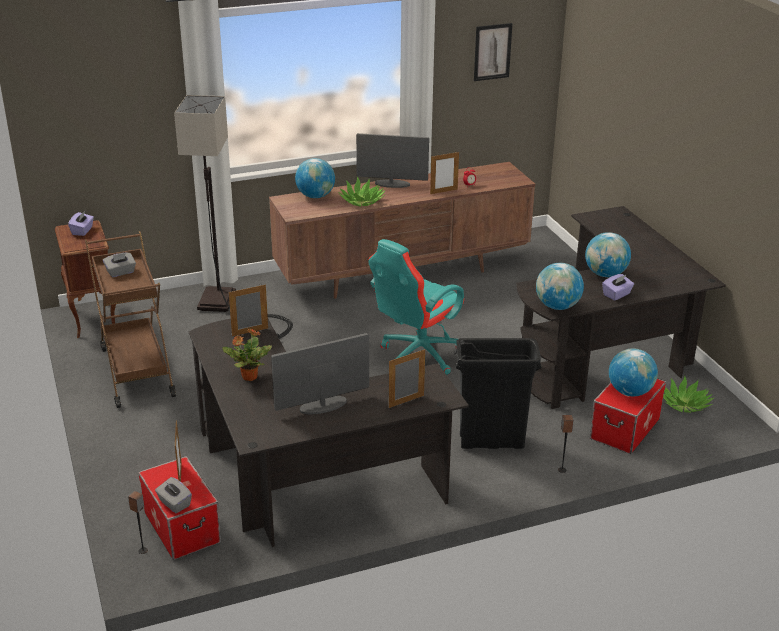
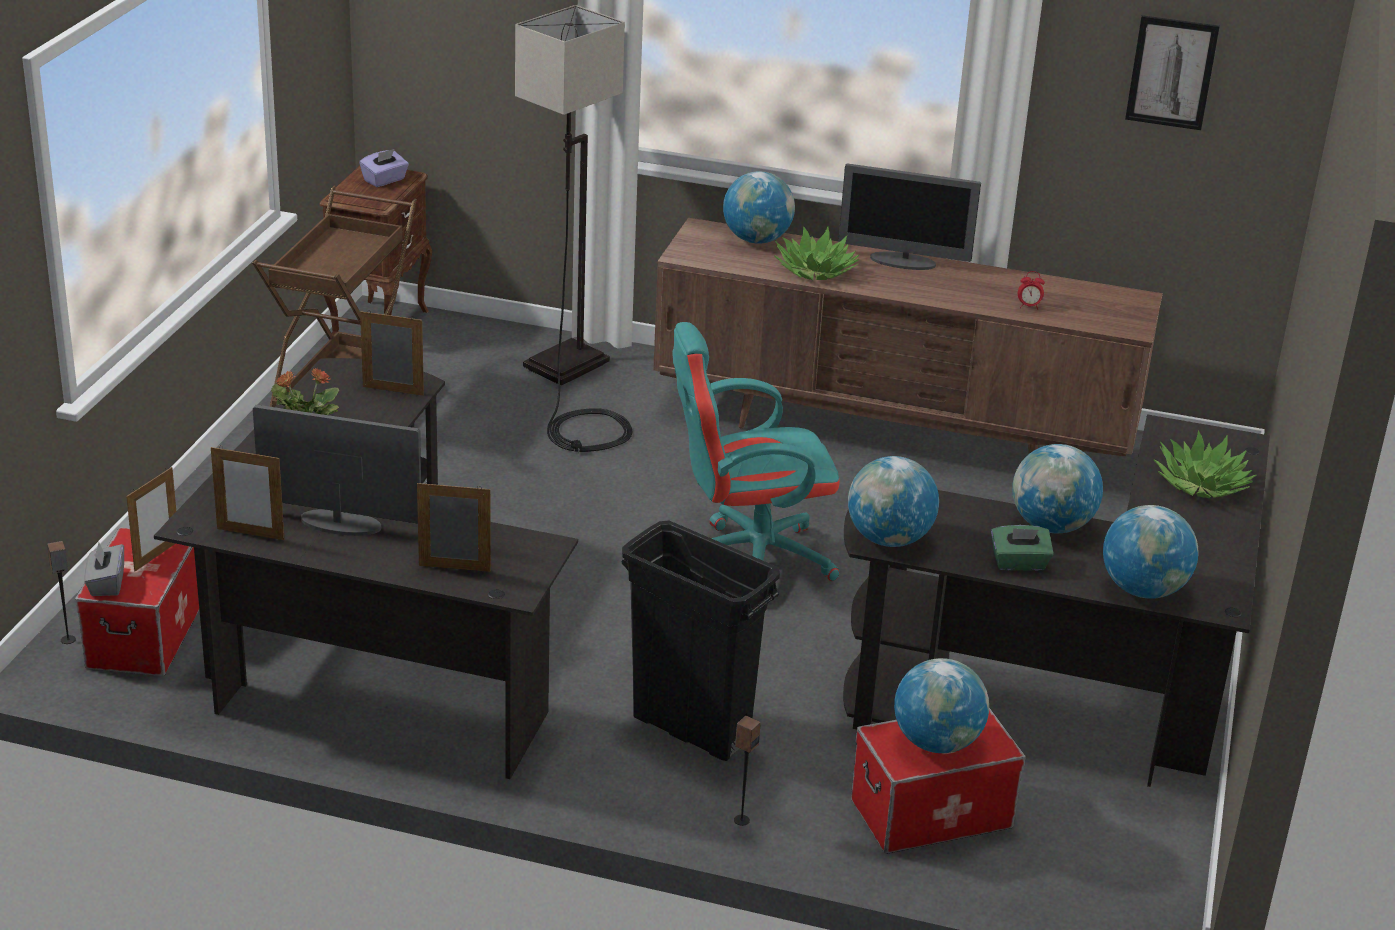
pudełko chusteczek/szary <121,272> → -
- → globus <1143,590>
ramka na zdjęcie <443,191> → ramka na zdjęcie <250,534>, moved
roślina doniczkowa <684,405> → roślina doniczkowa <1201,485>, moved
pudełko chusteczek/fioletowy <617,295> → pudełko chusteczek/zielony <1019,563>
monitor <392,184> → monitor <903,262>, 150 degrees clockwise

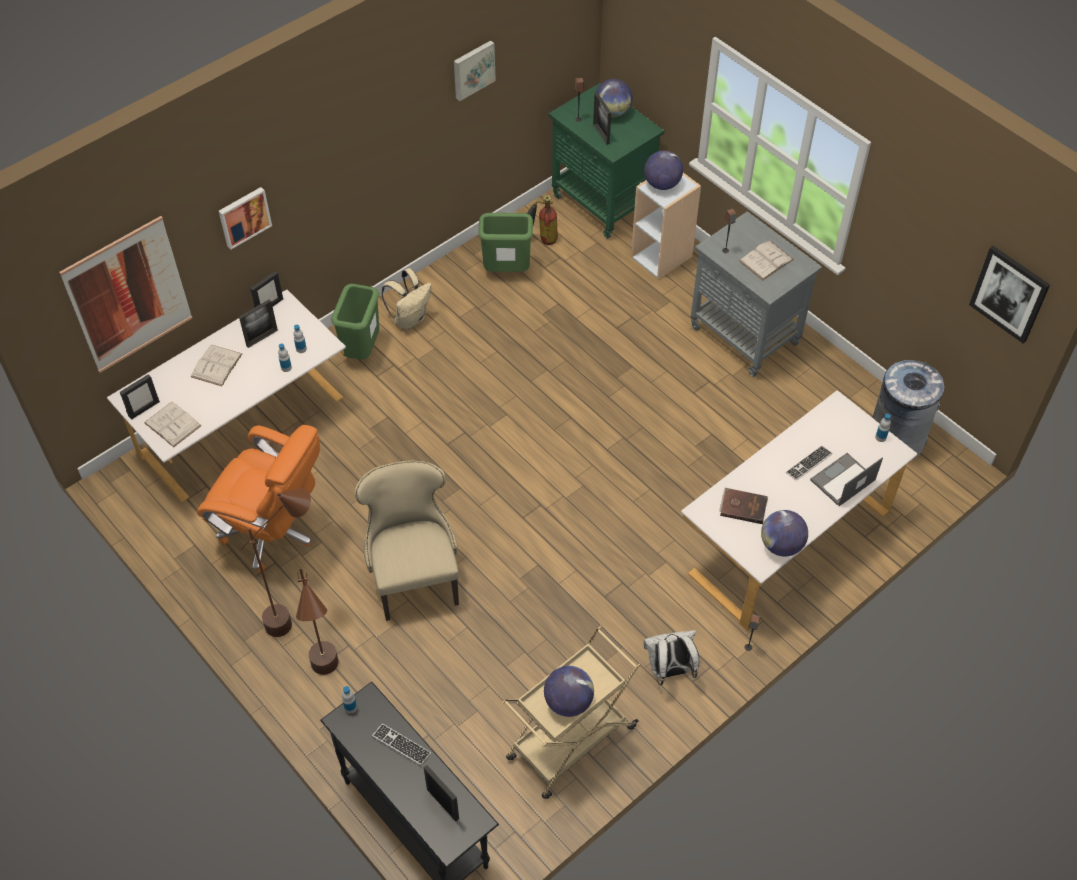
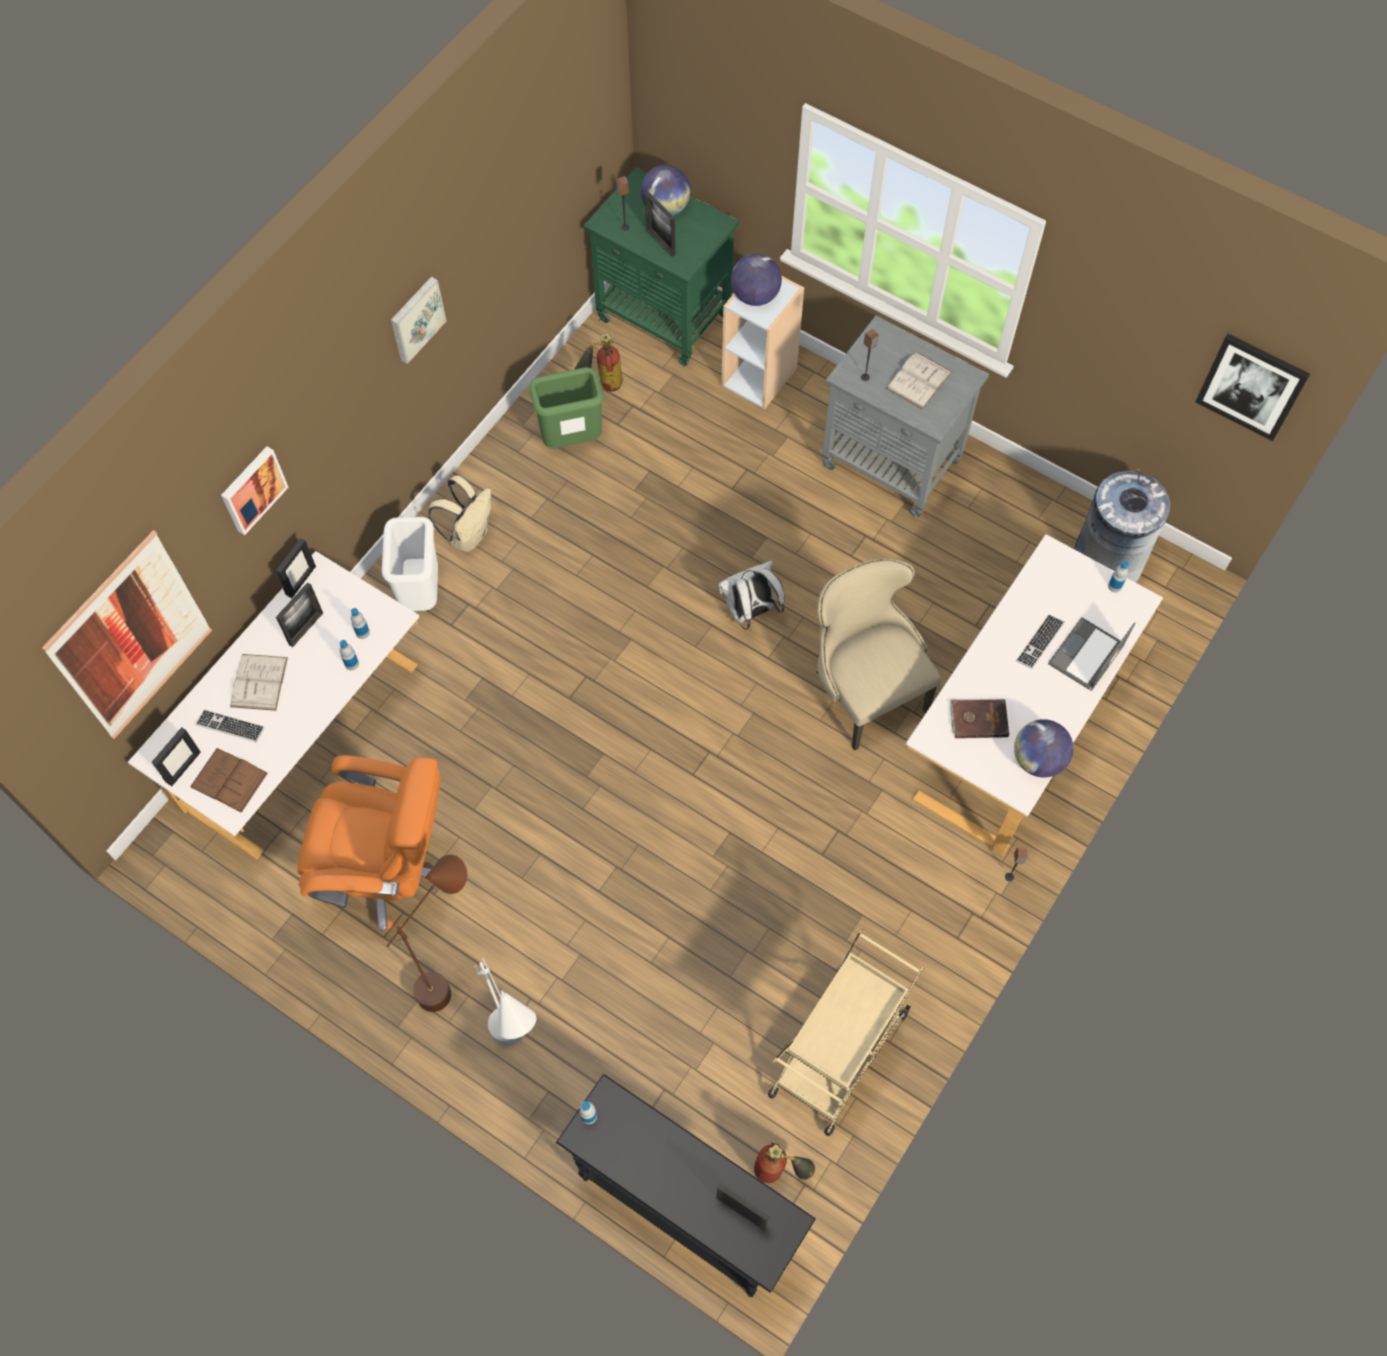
globus <568,702> → -
- → gaśnica <779,1171>
krzesło/beżowy <414,576> → krzesło/beżowy <864,690>, moved
klawiatura <401,745> → klawiatura <230,726>, moved
obraz <473,69> → obraz <416,318>, moved
plecak/biały <669,671> → plecak/biały <750,612>, moved
książka/biały <172,424> → książka/brązowy <229,780>
lampa stojąca/brązowy <330,682> → lampa stojąca/biały <522,1053>
kosz na śmieci/zielony <361,350> → kosz na śmieci/biały <420,593>

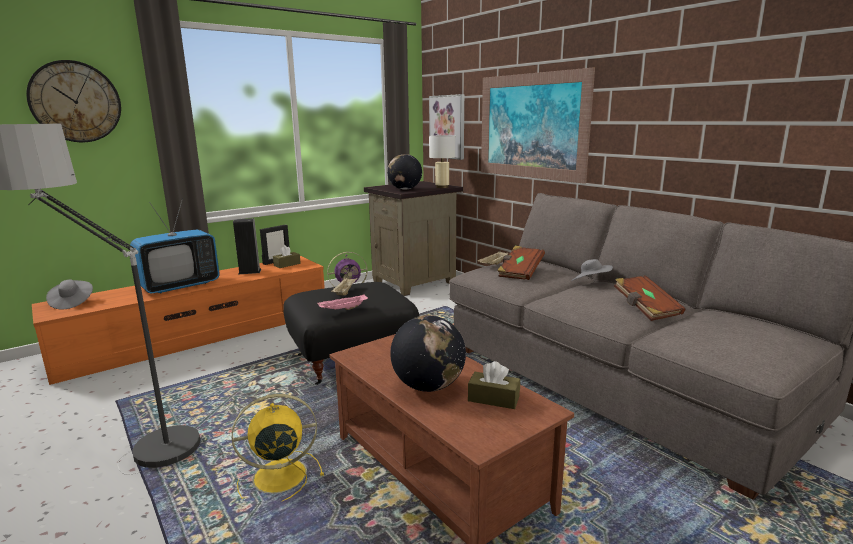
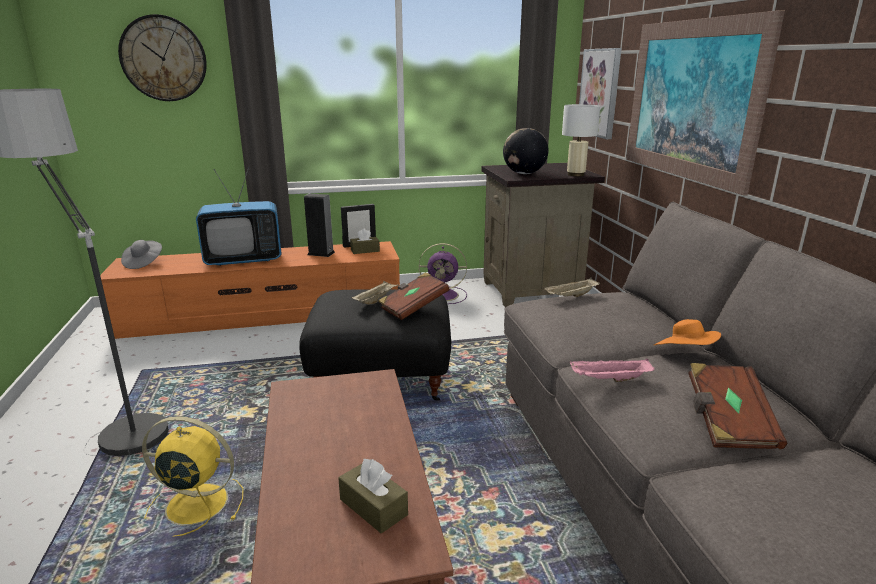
globus <428,386> → -
taca/różowy <343,309> → taca/różowy <609,380>, moved
książka/brązowy <520,273> → książka/brązowy <413,308>, moved
kapelusz/szary <590,283> → kapelusz/pomarańczowy <685,354>

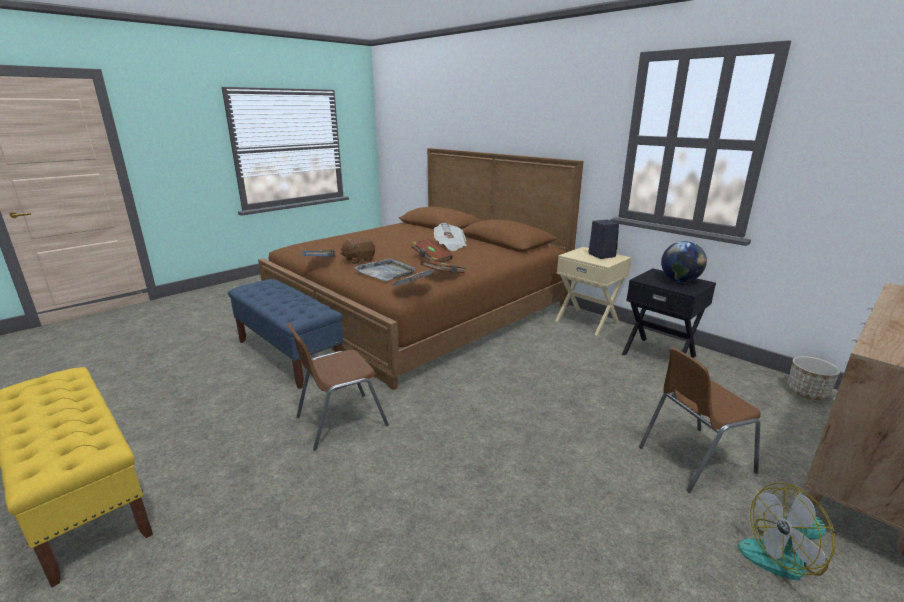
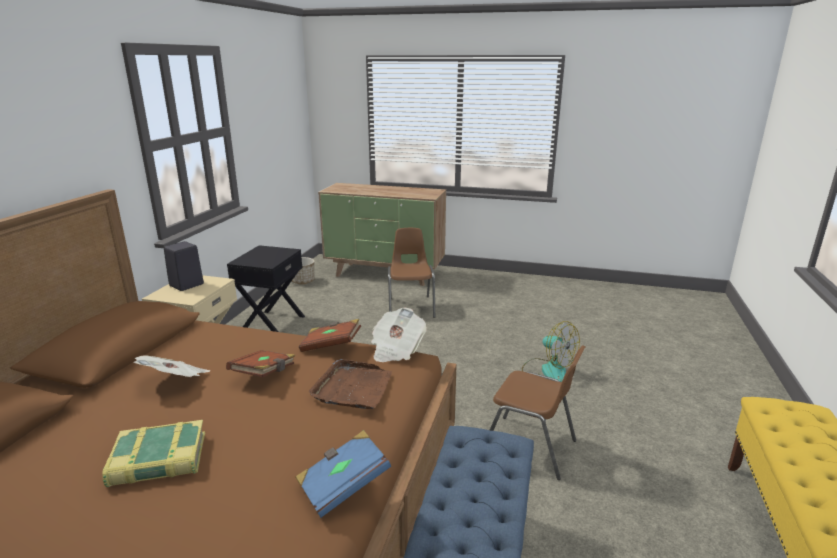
pluszak/brązowy <358,260> → -
globus <679,280> → -
- → książka <158,461>
wentylator <783,556> → wentylator <547,370>, moved
taca/szary <386,272> → taca/brązowy <353,388>
krzesło/brązowy <693,459> → krzesło/brązowy <411,307>, 135 degrees counterclockwise

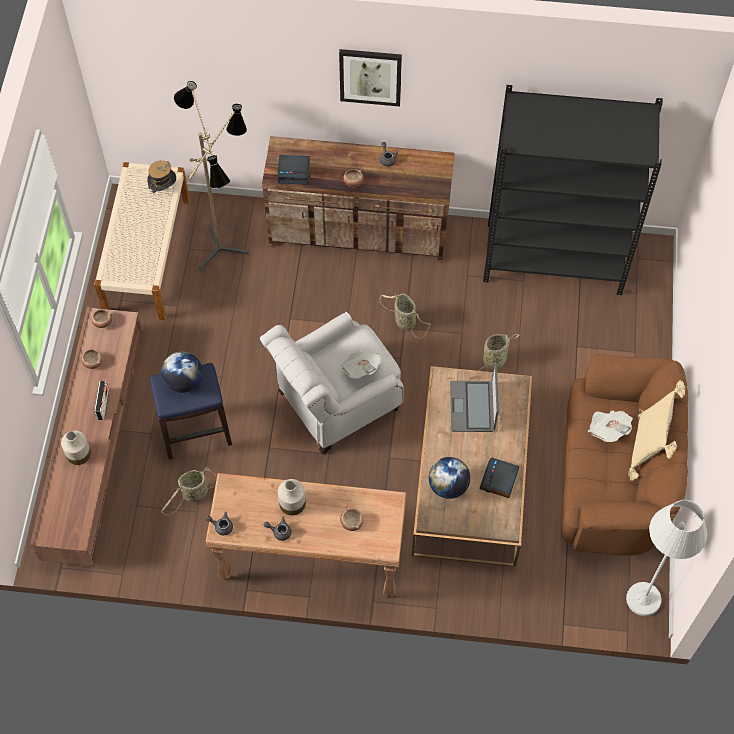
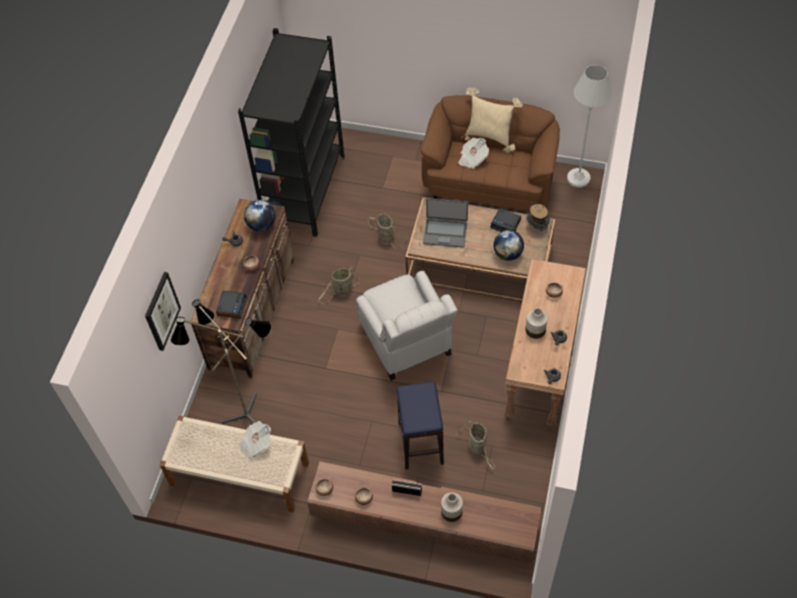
kapelusz <163,188> → kapelusz <537,227>, moved
globus <184,381> → globus <261,225>, moved
obraz <370,76> → obraz <161,311>, moved
gazeta <361,368> → gazeta <255,444>, moved

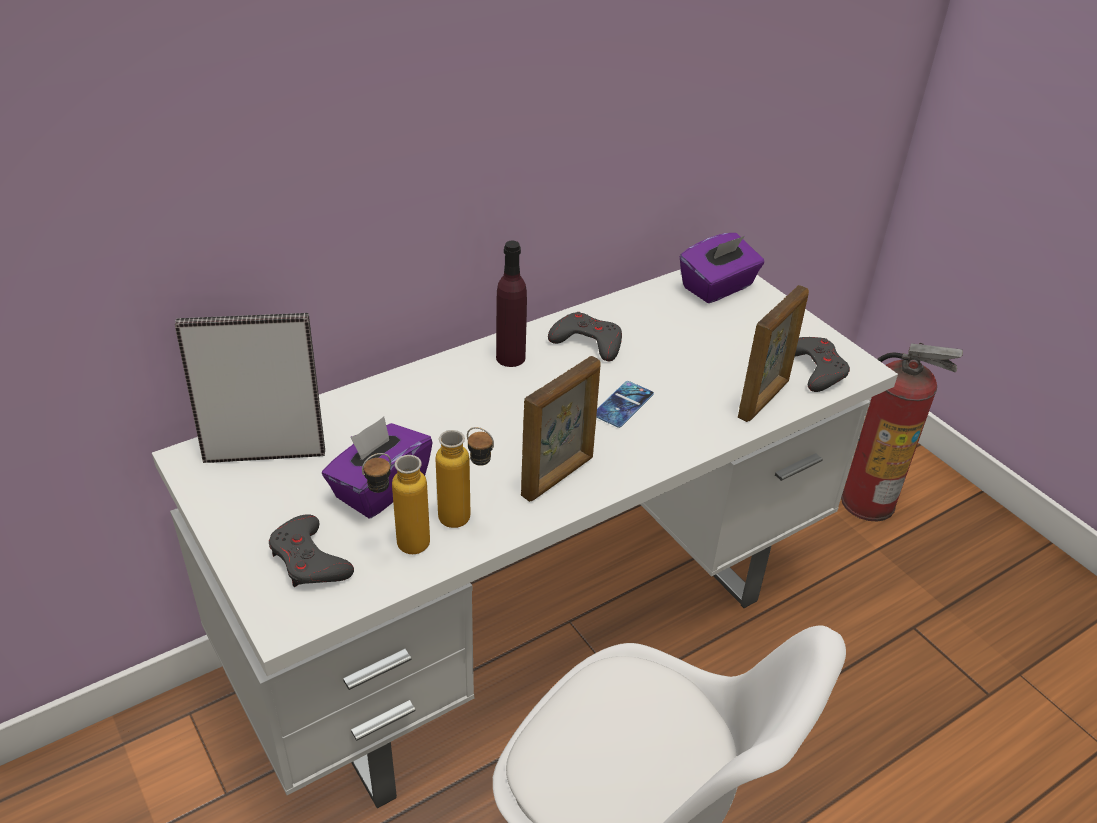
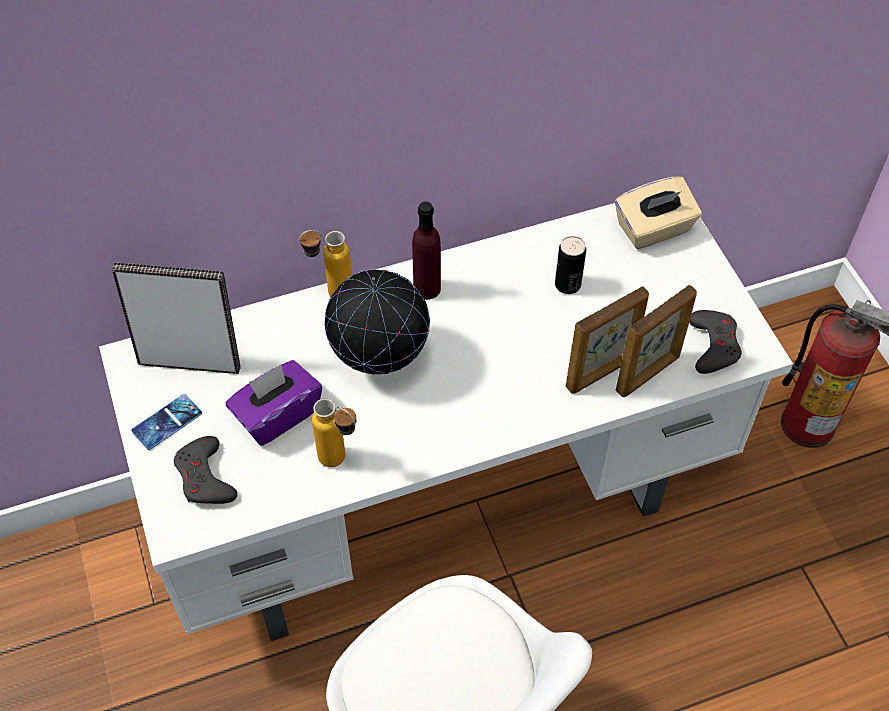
pad do gier/szary <587,342> → -
- → globus <380,360>
- → puszka <567,284>
butelka <400,548> → butelka <330,295>, moved
ramka na zdjęcie <558,476> → ramka na zdjęcie <601,373>, moved
telefon <623,404> → telefon <167,422>, moved
pudełko chusteczek/fioletowy <718,287> → pudełko chusteczek/beżowy <654,229>

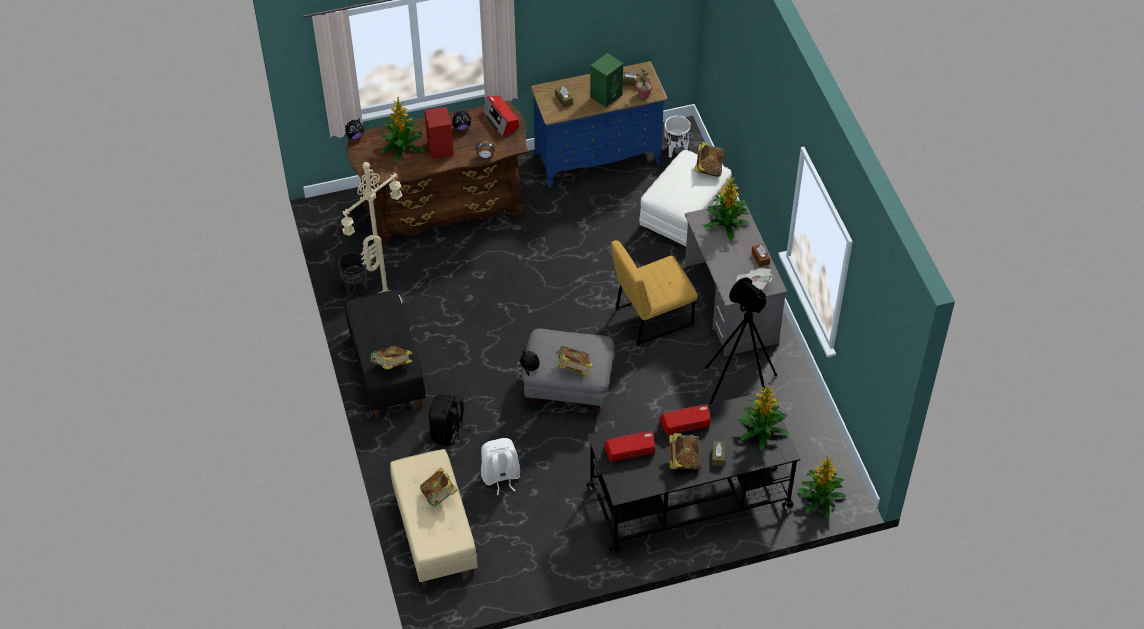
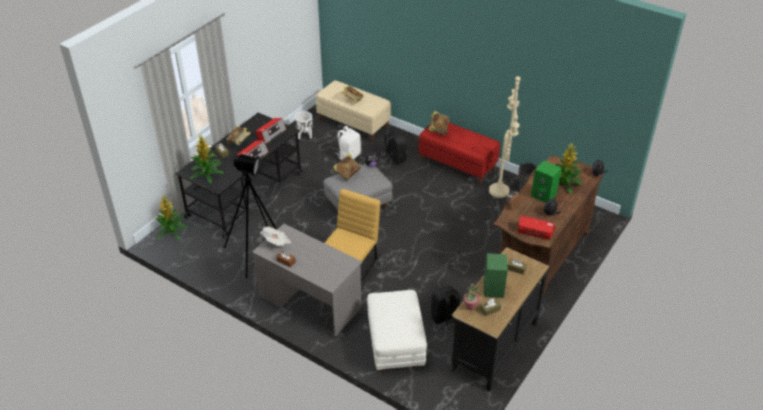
książka <708,168> → -
roślina doniczkowa <726,223> → -
- → plecak/czarny <445,317>
donica/biały <675,150> → donica/biały <305,136>, moved
ławka/czarny <386,370> → ławka/czerwony <457,165>
głośnik/czerwony <439,148> → głośnik/zielony <544,195>
komoda/niebieski <598,158> → komoda/czarny <494,345>

